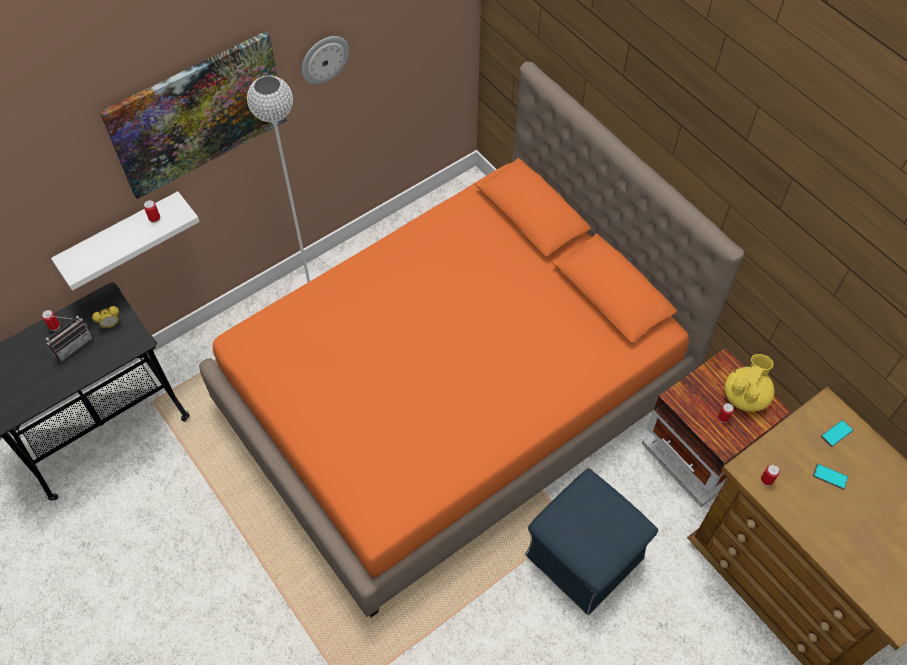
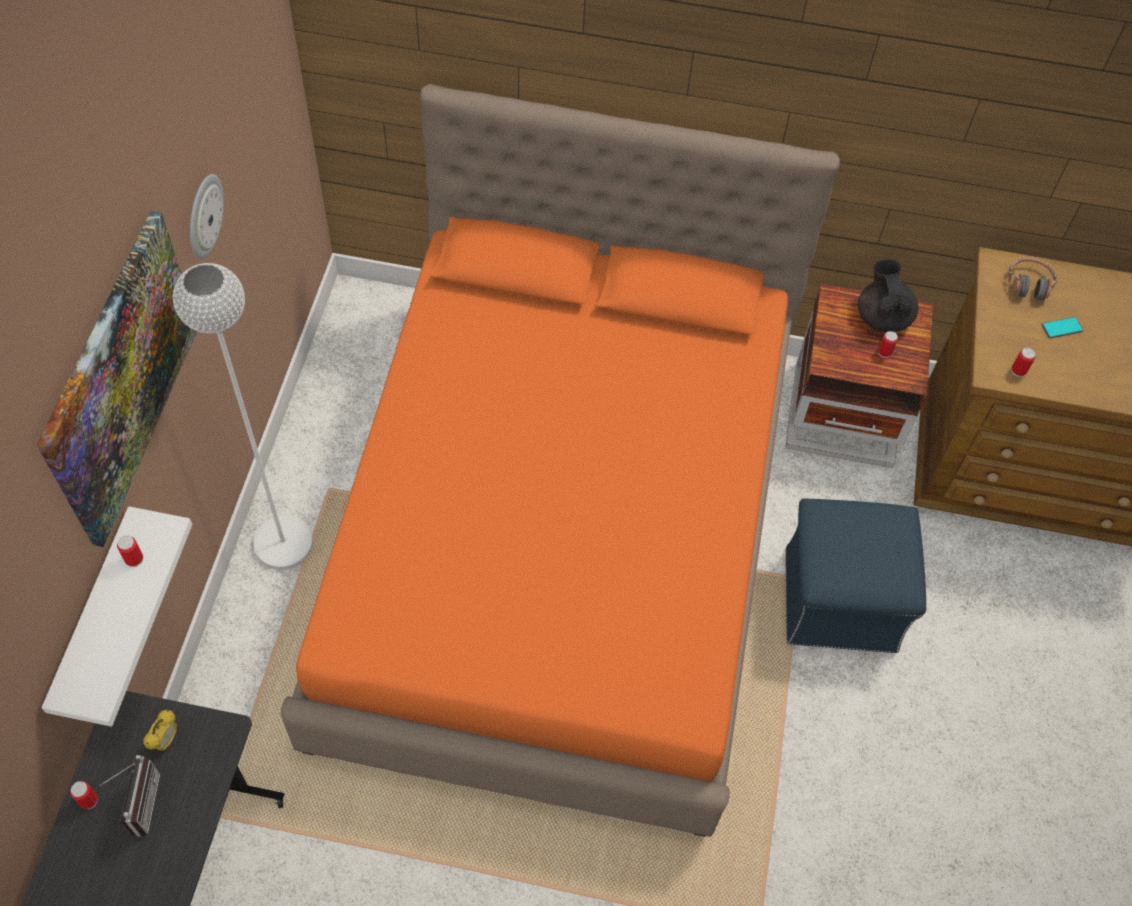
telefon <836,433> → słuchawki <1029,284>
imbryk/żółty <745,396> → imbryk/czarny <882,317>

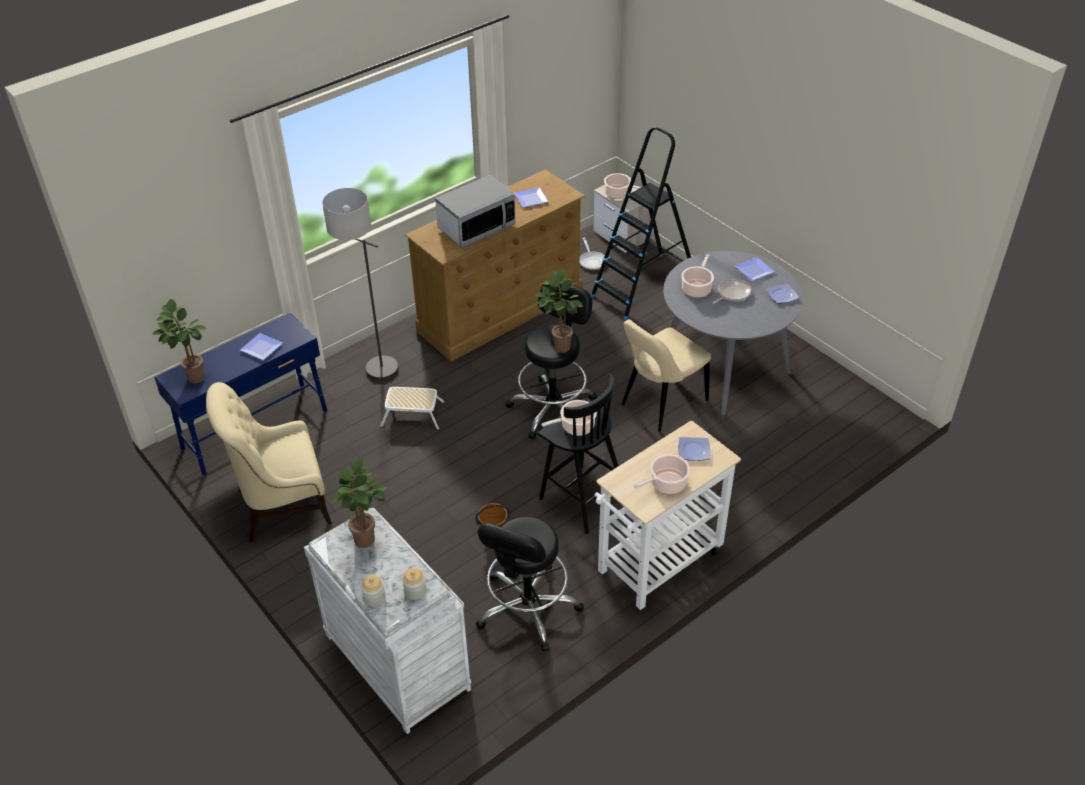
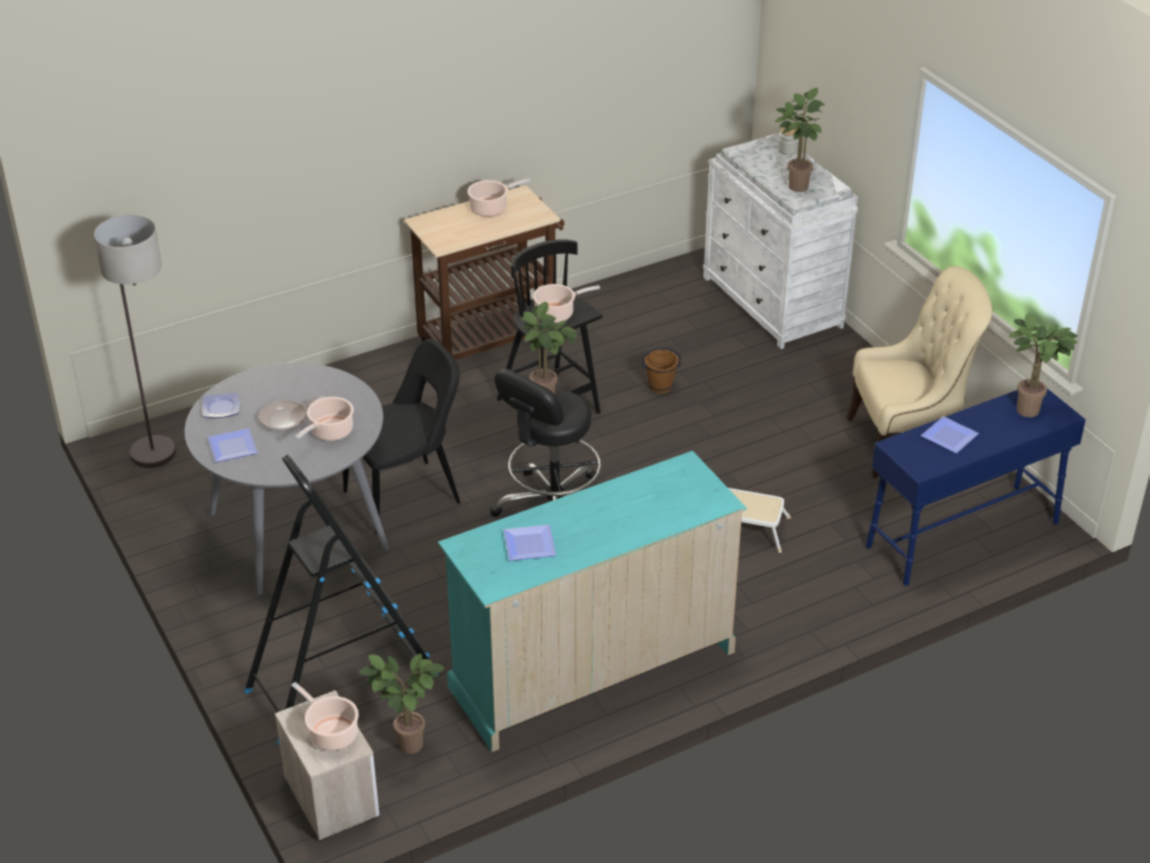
słoik <415,591> → -
mikrofalówka <476,227> → -
stołek/czarny <527,609> → -
talerz <693,451> → -
lampa stojąca/szary <373,366> → lampa stojąca/szary <162,459>, moved
patelnia <592,261> → roślina doniczkowa <407,747>
komoda/brązowy <502,311> → komoda/turkusowy <590,669>
wózek/biały <658,562> → wózek/brązowy <489,342>
krzesło/beżowy <661,404> → krzesło/czarny <407,496>

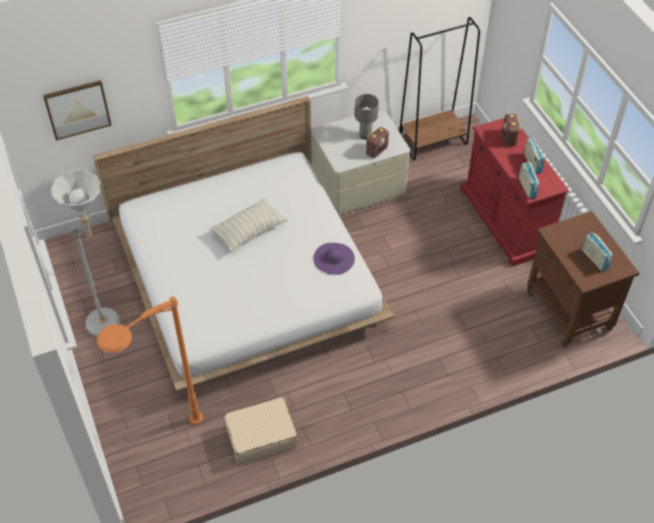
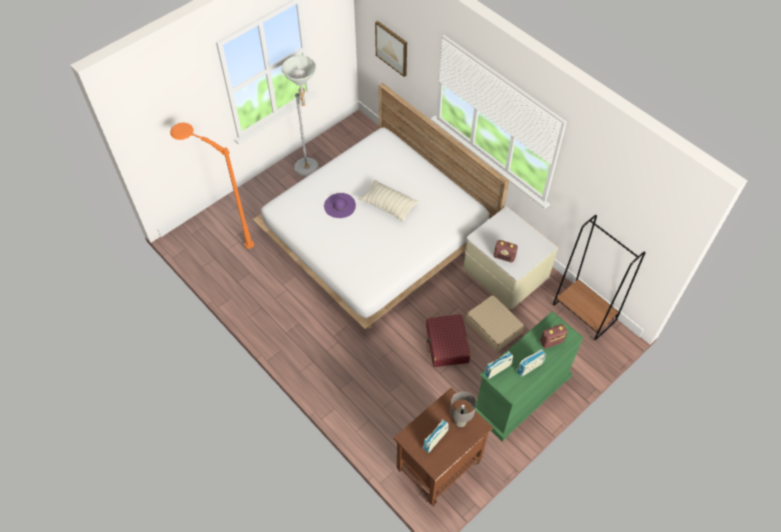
- → walizka/czerwony <447,345>
walizka/beżowy <260,436> → walizka/beżowy <493,327>, moved
kapelusz/fioletowy <334,258> → kapelusz/fioletowy <339,205>, moved
lampa stołowa/szary <365,135> → lampa stołowa/szary <460,422>, moved
komoda/czerwony <507,220> → komoda/zielony <520,394>

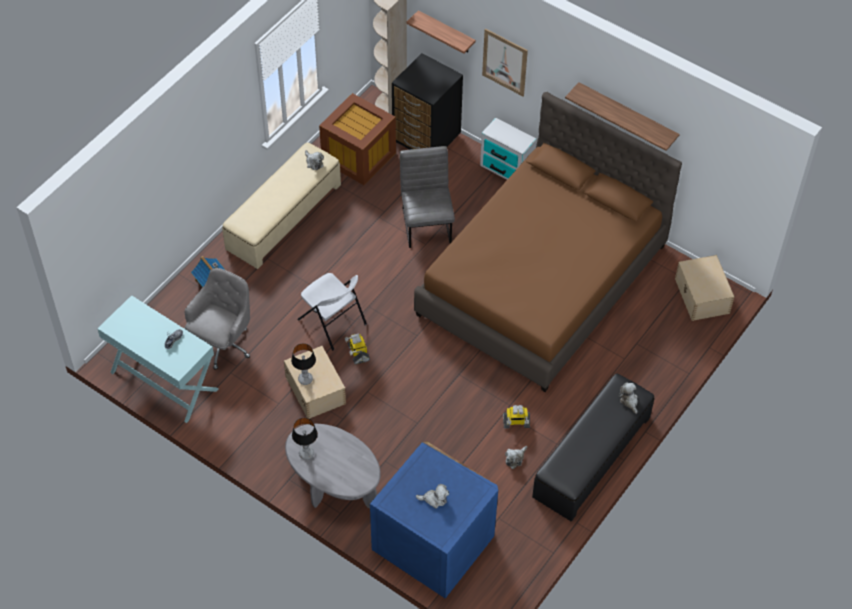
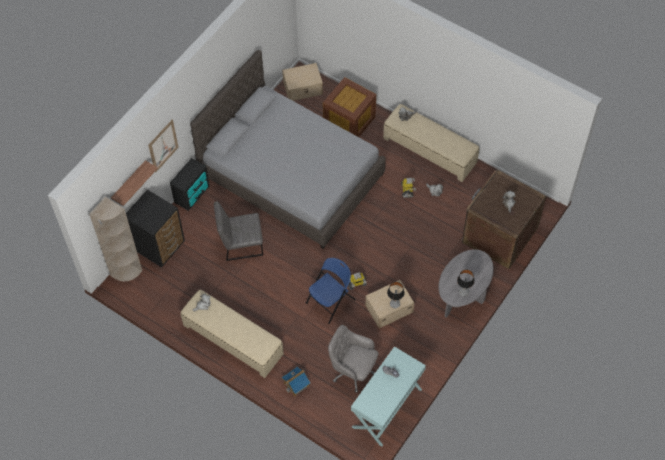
półka <627,115> → -
pojemnik do przechowywania/brązowy <359,157> → pojemnik do przechowywania/brązowy <350,120>, moved
krzesło/biały <332,322> → krzesło/niebieski <330,301>
komoda/niebieski <434,540> → komoda/brązowy <498,234>
łóżko/brązowy <542,280> → łóżko/szary <291,174>
szafka nocna/biały <506,171> → szafka nocna/czarny <192,196>
ławka/czarny <592,457> → ławka/beżowy <430,150>

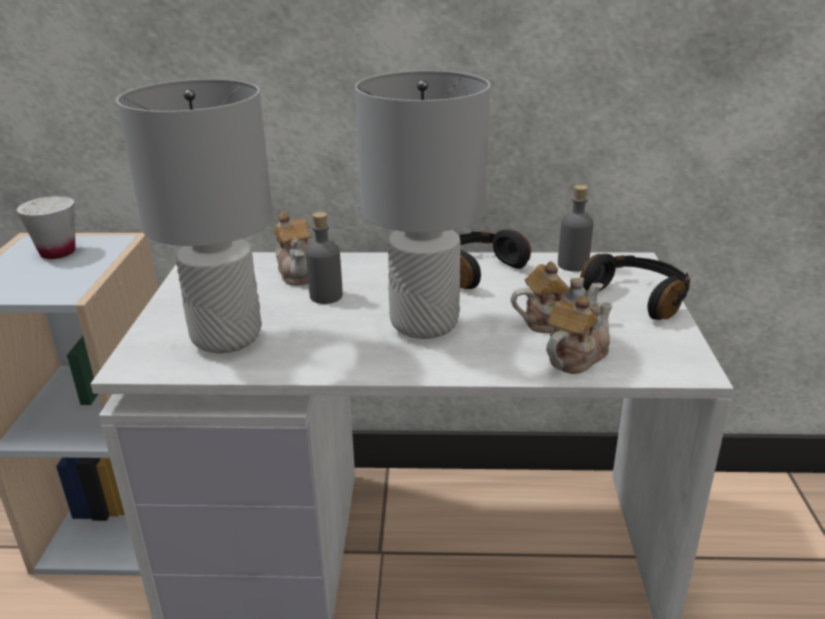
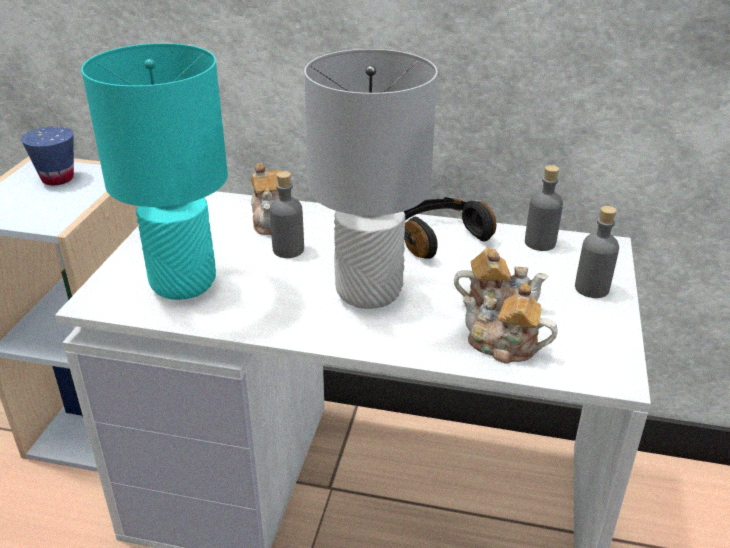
słuchawki/czarny <637,298> → butelka/szary <592,288>
filiżanka/biały <58,252> → filiżanka/niebieski <58,179>
lampa stołowa/szary <228,341> → lampa stołowa/turkusowy <185,287>
imbryk <575,357> → imbryk <503,347>, 120 degrees counterclockwise

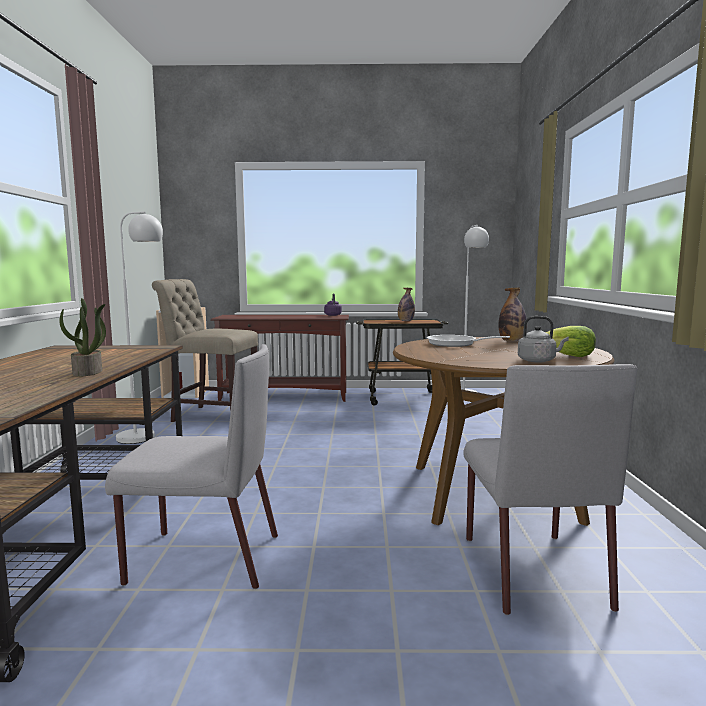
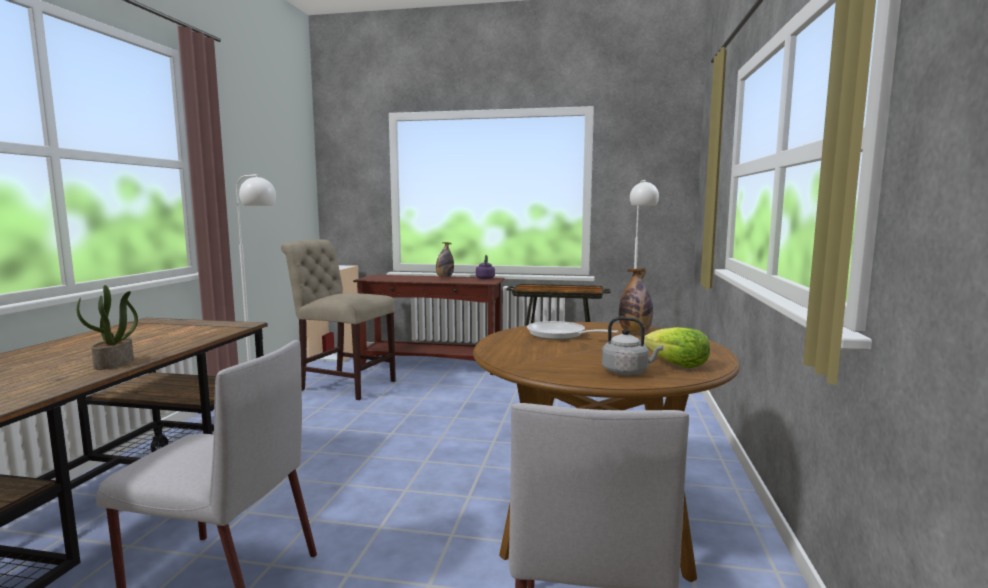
butelka <405,321> → butelka <444,277>, moved

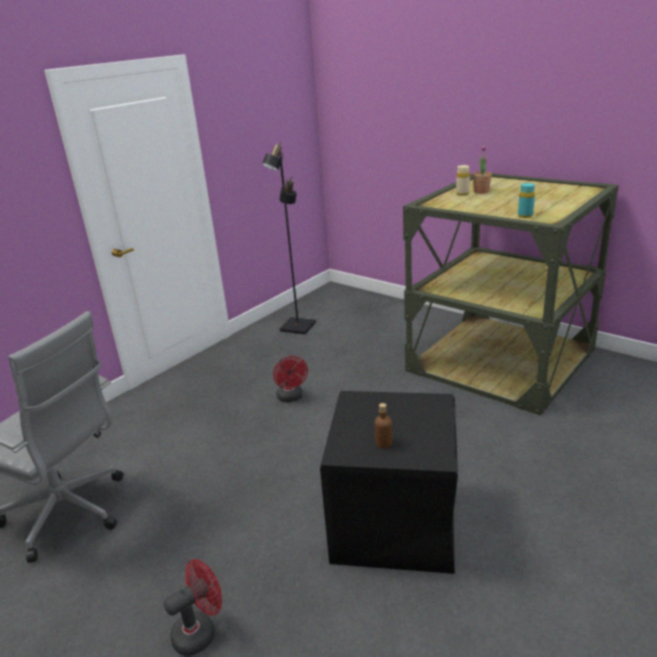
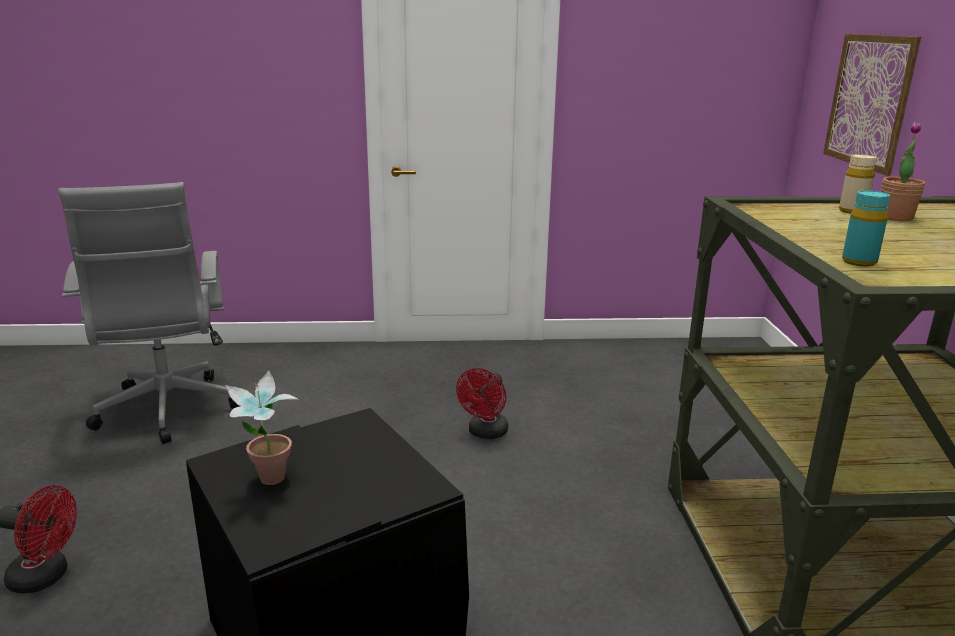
lampa stojąca/czarny <298,326> → -
- → obraz <869,99>
butelka/brązowy <383,443> → roślina doniczkowa <268,483>

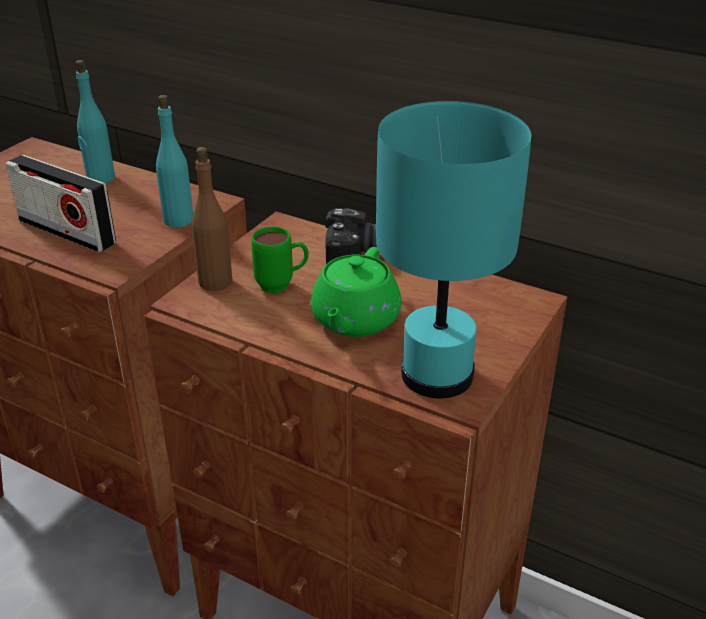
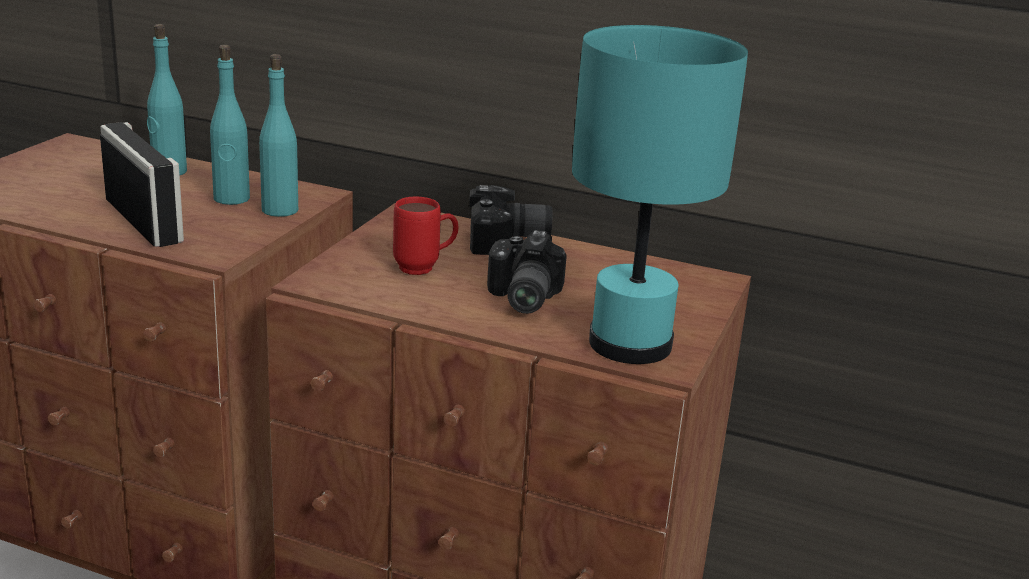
butelka/brązowy <215,282> → -
- → butelka/turkusowy <231,199>
imbryk/zielony <354,320> → aparat fotograficzny <520,298>
kubek/zielony <282,285> → kubek/czerwony <425,268>
radio <67,232> → radio <143,220>, 150 degrees counterclockwise

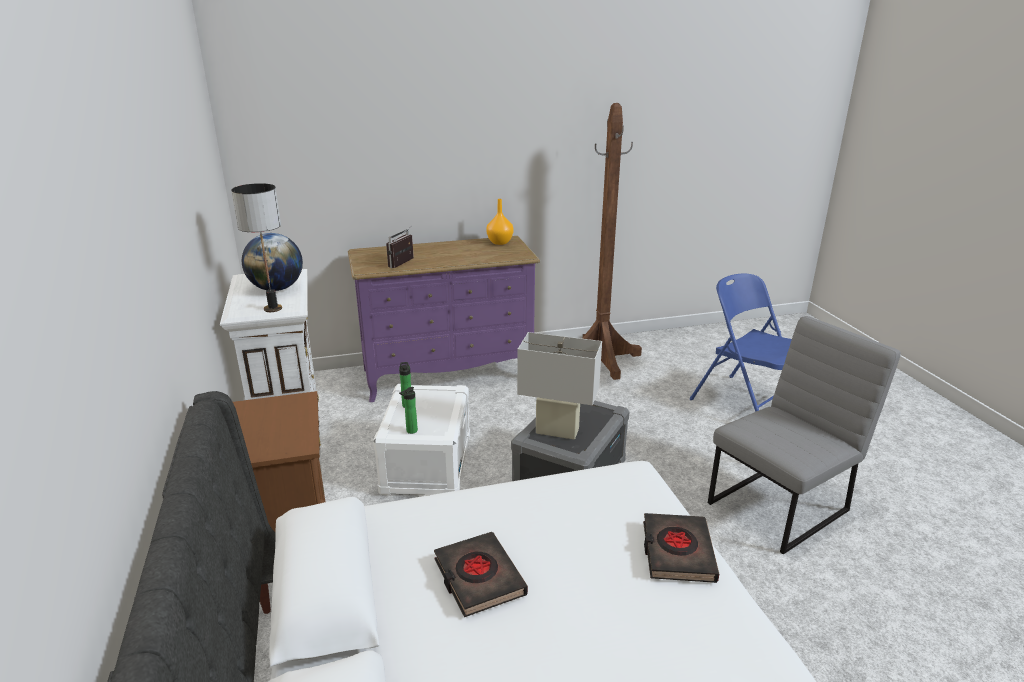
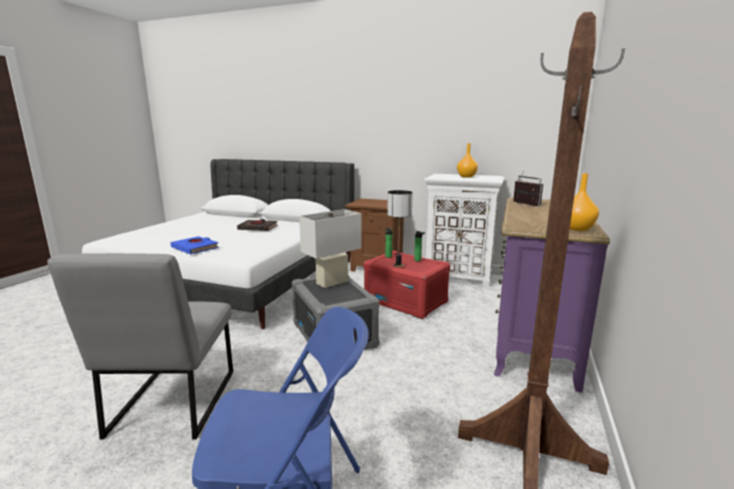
lampa stołowa <273,309> → lampa stołowa <398,265>, moved
globus <276,288> → wazon/pomarańczowy <466,177>
pojemnik do przechowywania/biały <426,464> → pojemnik do przechowywania/czerwony <406,301>
książka/czarny <677,552> → książka/niebieski <195,248>

